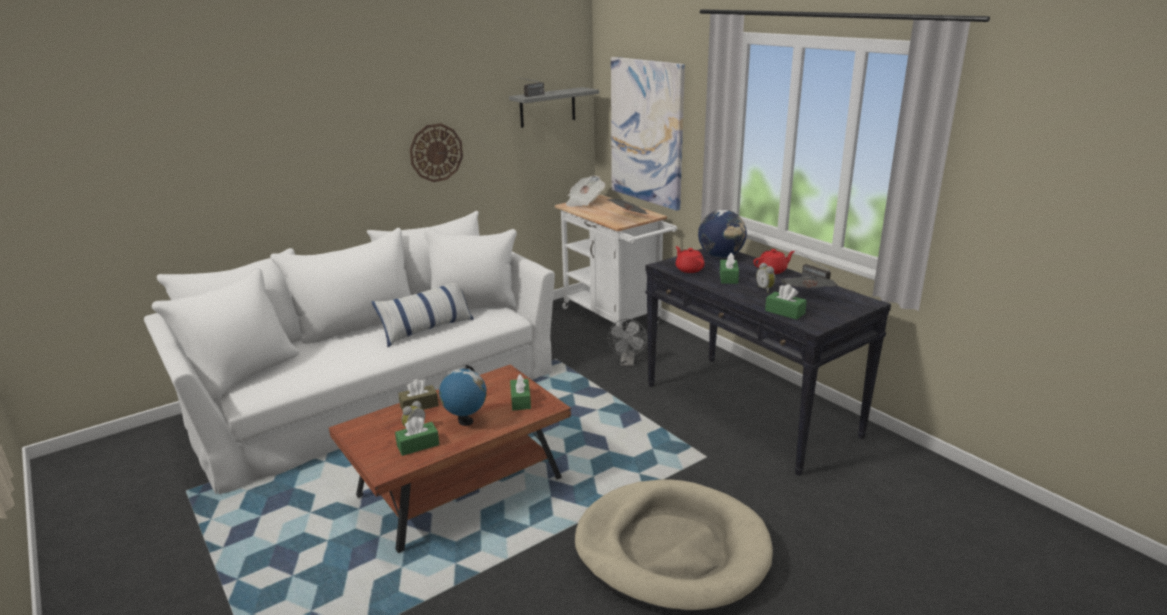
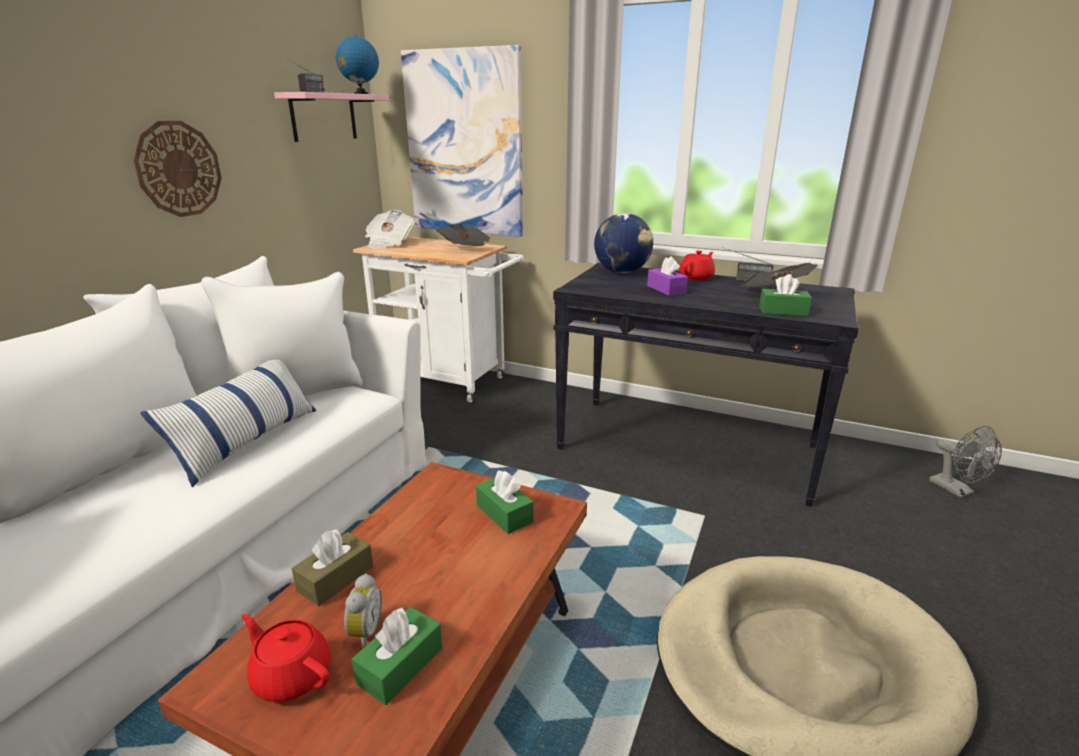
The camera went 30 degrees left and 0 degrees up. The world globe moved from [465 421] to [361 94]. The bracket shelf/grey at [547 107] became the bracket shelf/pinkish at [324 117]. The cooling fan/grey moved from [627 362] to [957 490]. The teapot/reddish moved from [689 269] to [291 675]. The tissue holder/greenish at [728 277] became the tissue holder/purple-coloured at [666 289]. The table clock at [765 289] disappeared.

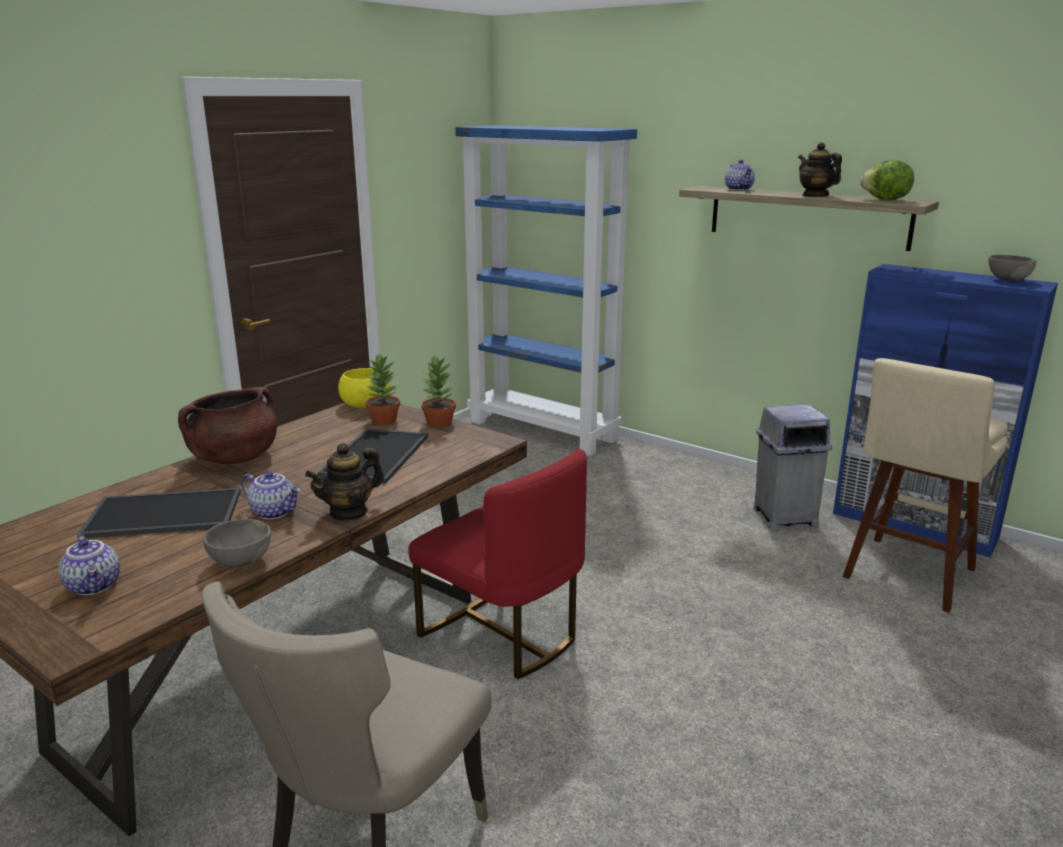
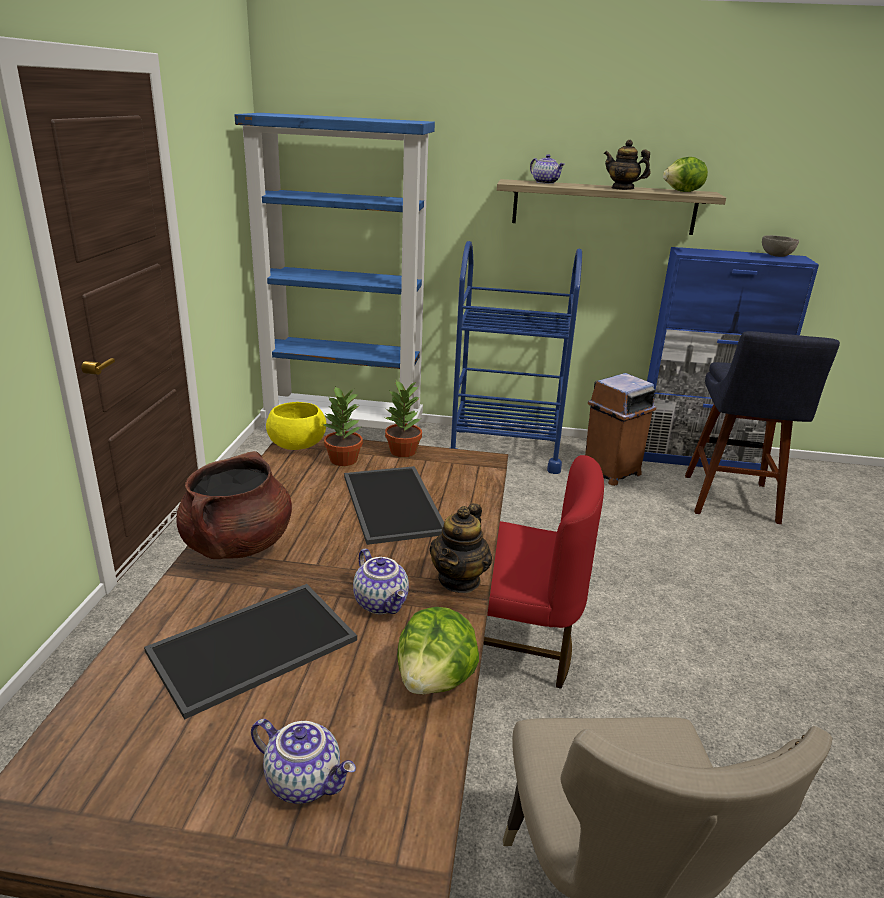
The camera went 30 degrees left and 5 degrees up. The bowl/grey at [242 562] was replaced by the lettuce head at [436 680]. The teapot at [275 512] turned 60 degrees clockwise. The waste bin/grey at [783 517] became the waste bin/brownish at [610 472]. The stool/beige at [906 576] became the stool/blue-coloured at [731 502]. The trolley/blue-coloured at [505 449] appeared.

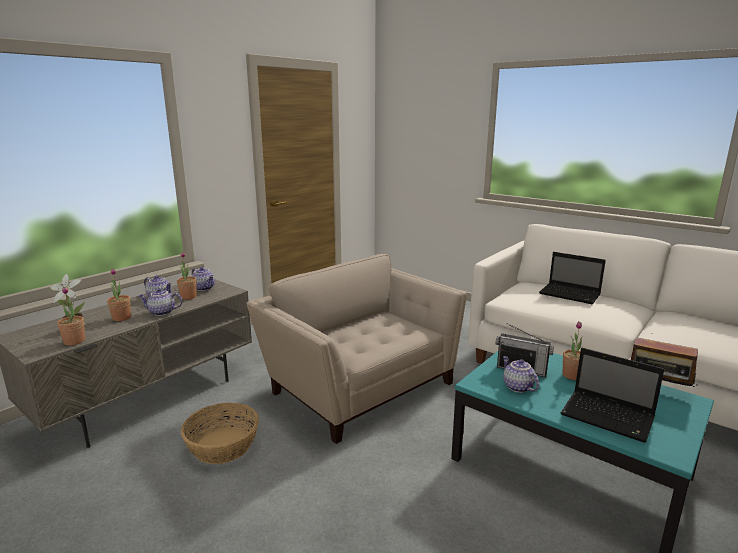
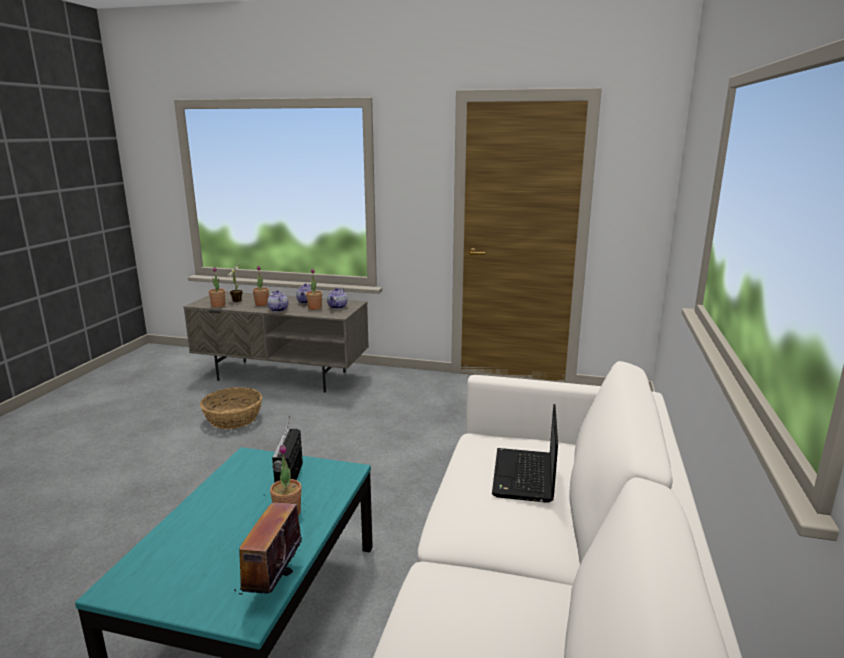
The camera went 65 degrees right and 0 degrees up. The easy chair/beige at [360 385] disappeared. The teapot at [517 387] disappeared. The notebook computer at [609 417] disappeared.

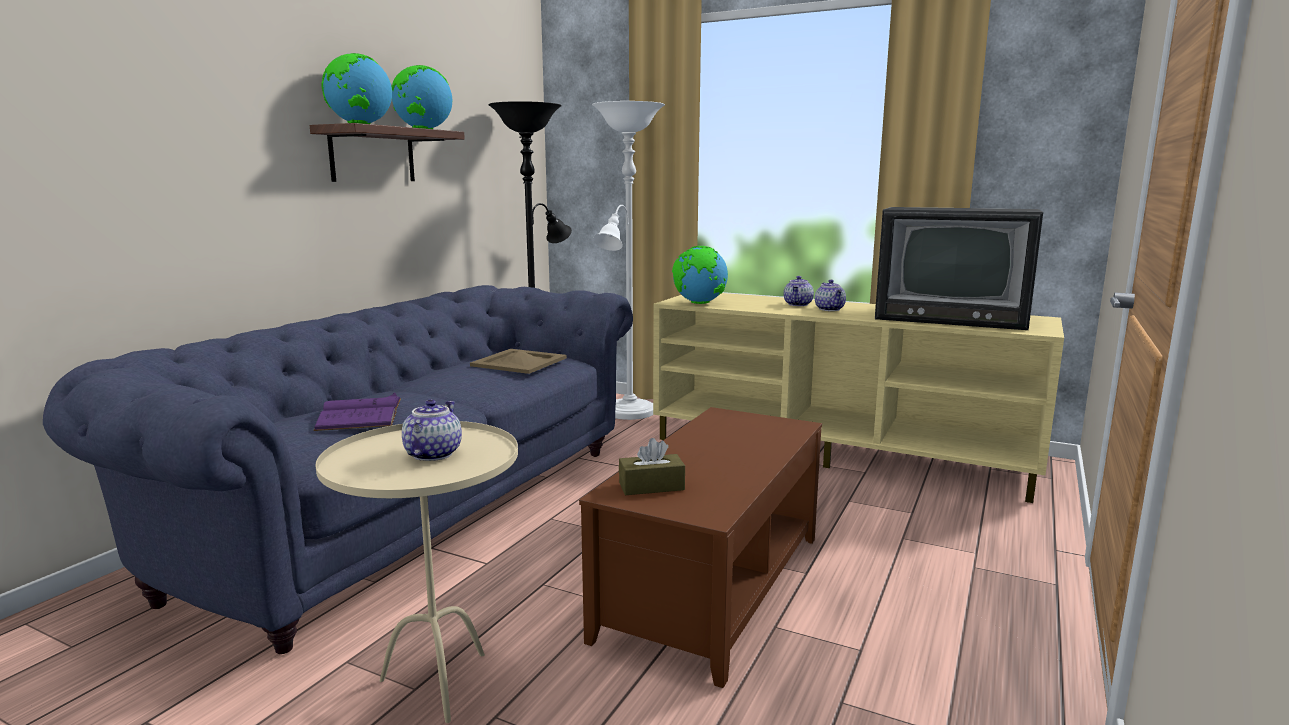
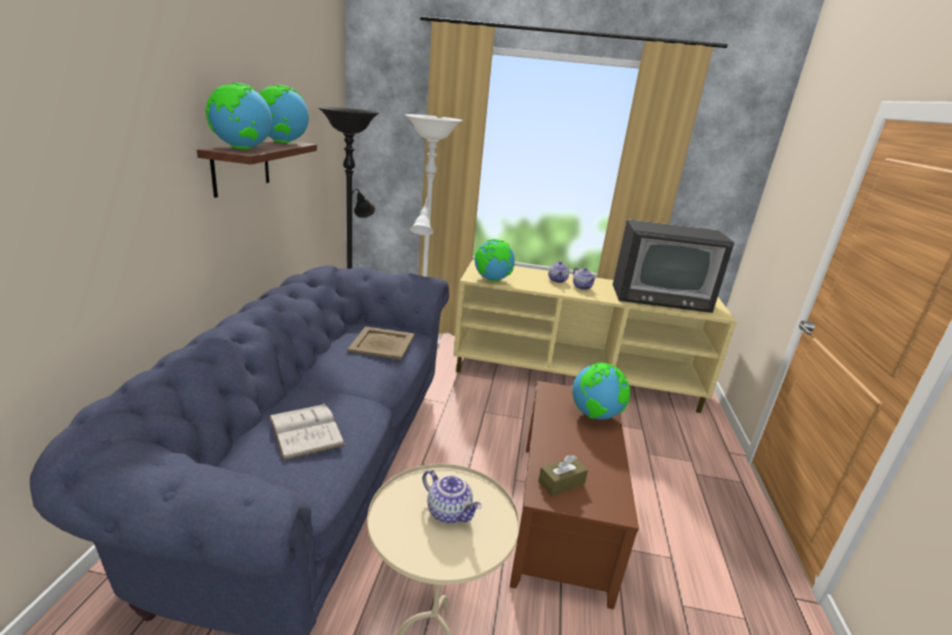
The camera went 20 degrees left and 10 degrees up. The volume/purple-coloured at [360 414] became the volume/whitish at [306 430]. The teapot at [432 454] turned 135 degrees clockwise. The world globe at [595 415] appeared.

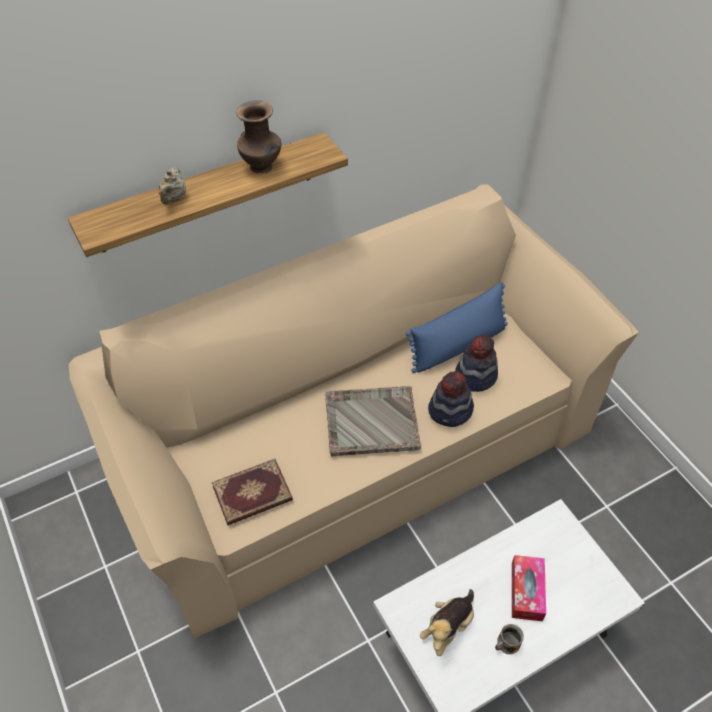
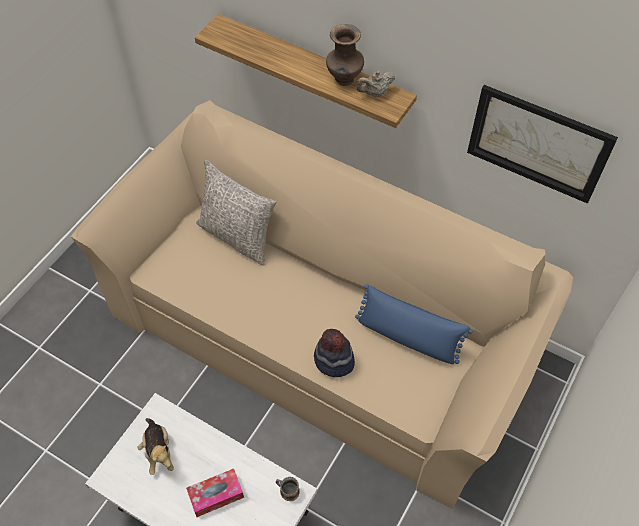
The camera went 60 degrees right and 5 degrees up. The teapot/beige moved from [174 198] to [375 93]. The volume at [253 494] disappeared. The carrying tray/grey at [370 422] disappeared. The soft toy at [448 627] turned 120 degrees counterclockwise. The wearable hat at [475 376] disappeared. The mug moved from [507 644] to [288 491]. The pillow/grey at [237 236] appeared. The picture at [538 143] appeared.

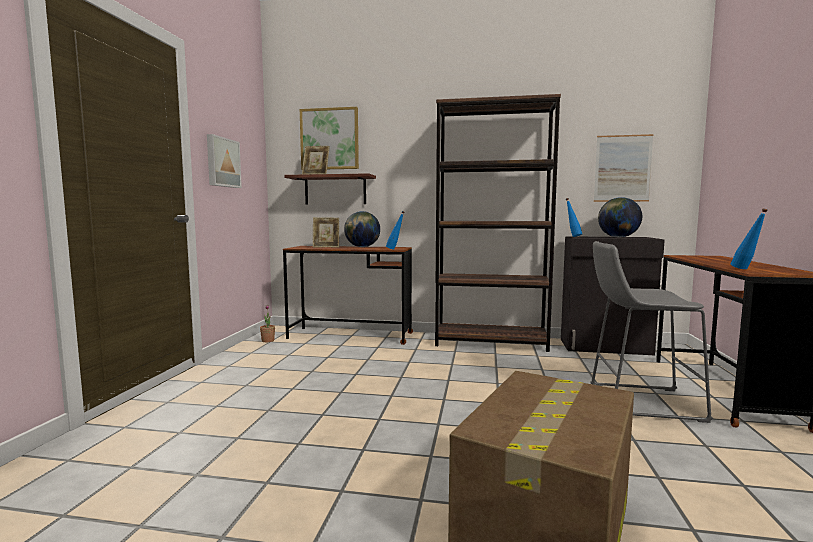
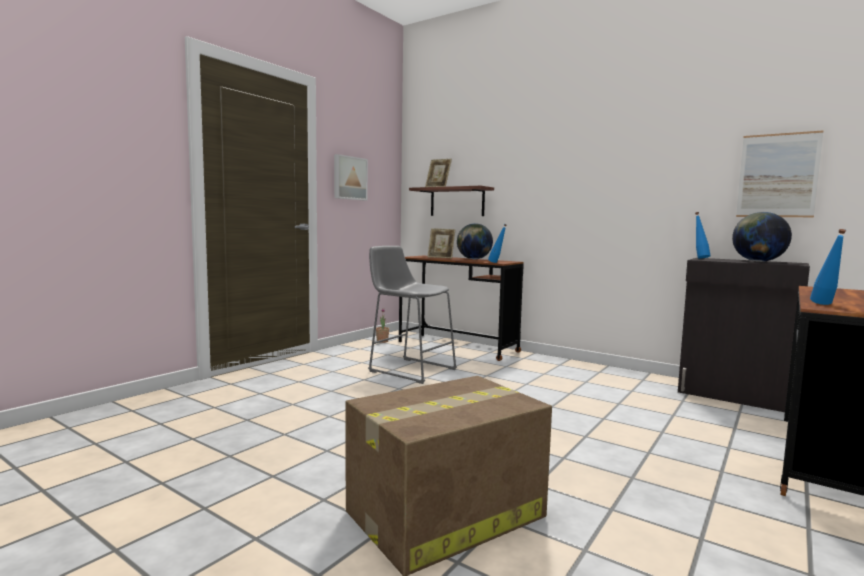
The camera went 25 degrees right and 0 degrees up. The picture at [329 139] disappeared. The shelving unit/brownish at [491 342] disappeared. The stool/grey moved from [637 401] to [409 369].

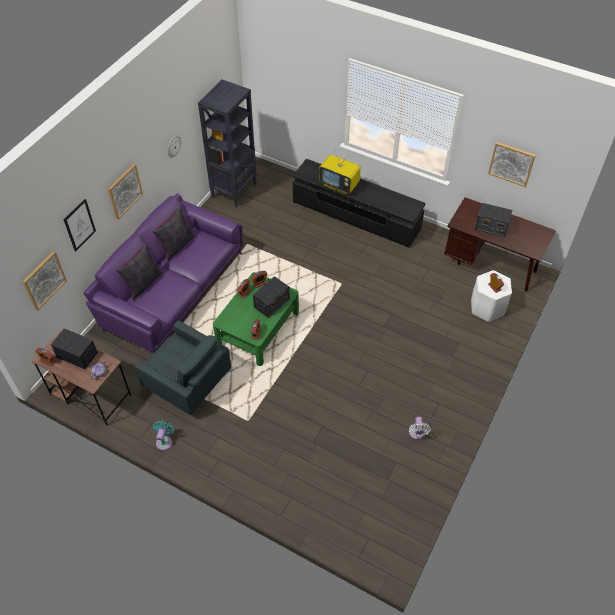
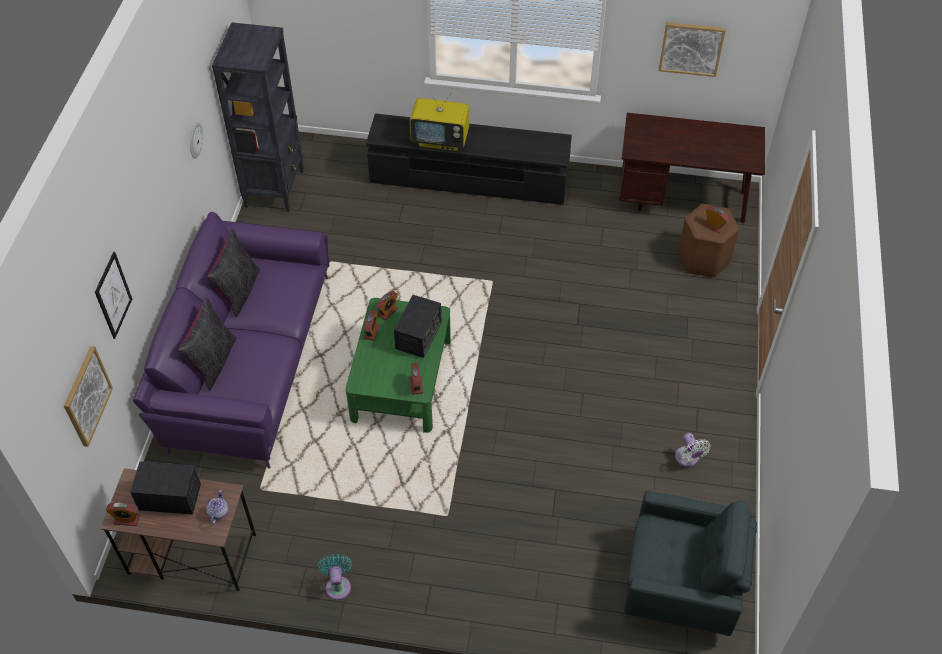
The camera went 20 degrees left and 0 degrees up. The picture at [124 191] disappeared. The easy chair/grey moved from [188 383] to [681 585]. The stool/whitish at [487 307] became the stool/brownish at [703 259]. The radio set at [491 226] disappeared.

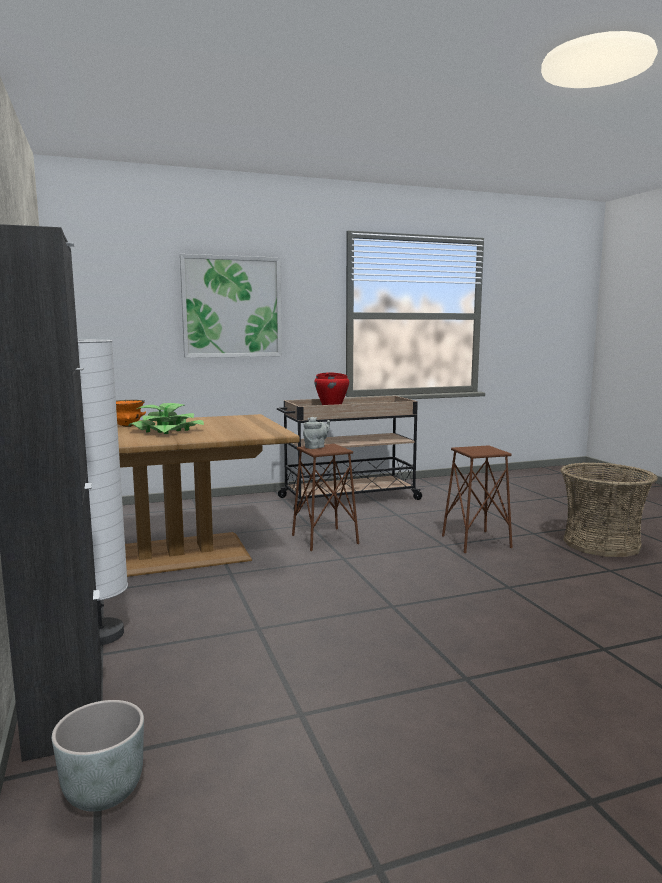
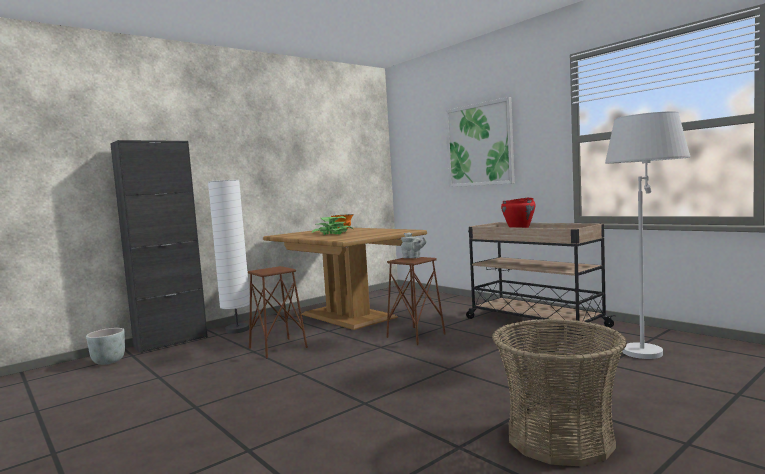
The camera went 70 degrees right and 5 degrees down. The stool/brownish moved from [475 542] to [278 348]. The floor lamp/whitish at [648 347] appeared.

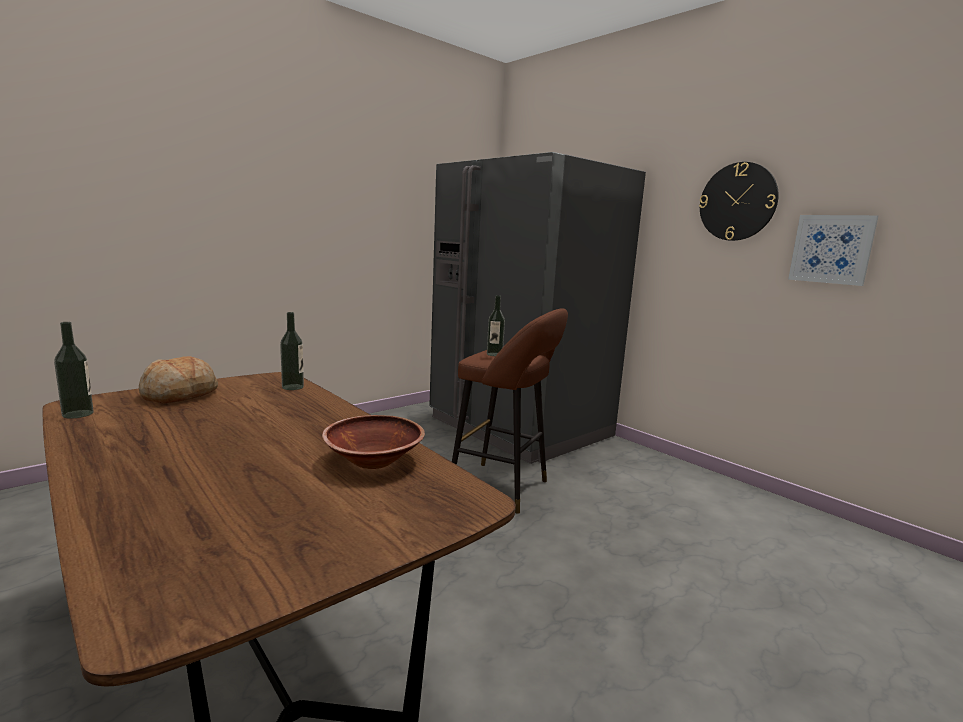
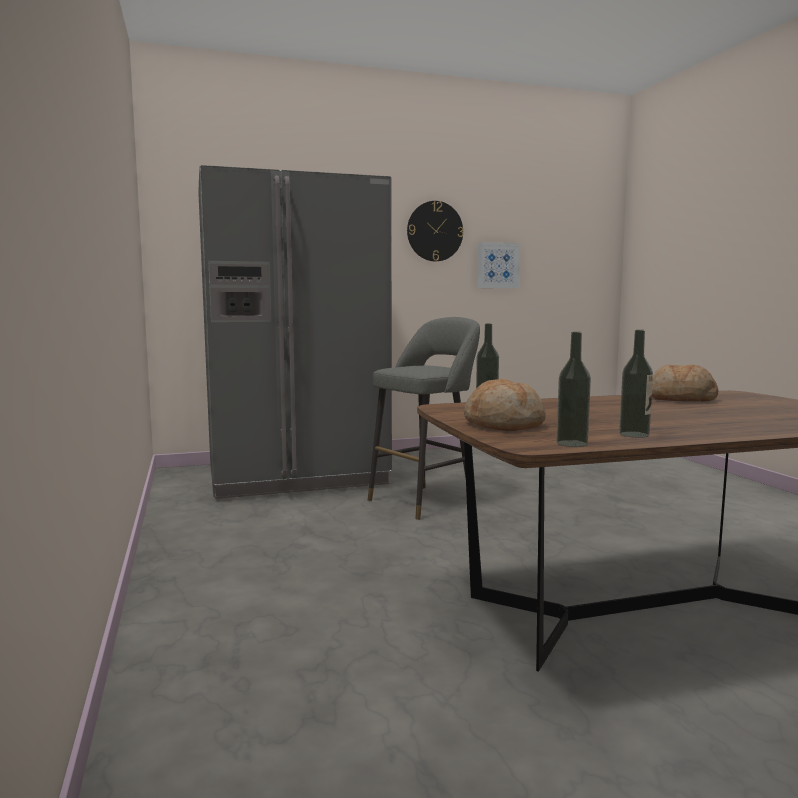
The camera went 65 degrees left and 5 degrees down. The bowl/brownish at [374 460] was replaced by the bakery bread at [680 399]. The stool/brownish at [504 488] became the stool/grey at [425 501]. The drink bottle moved from [494 354] to [634 434].

